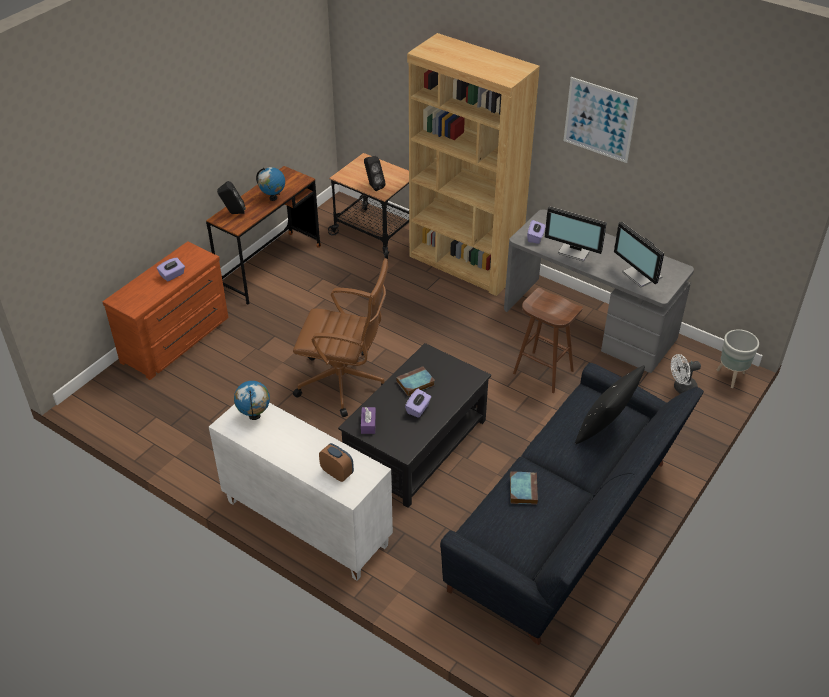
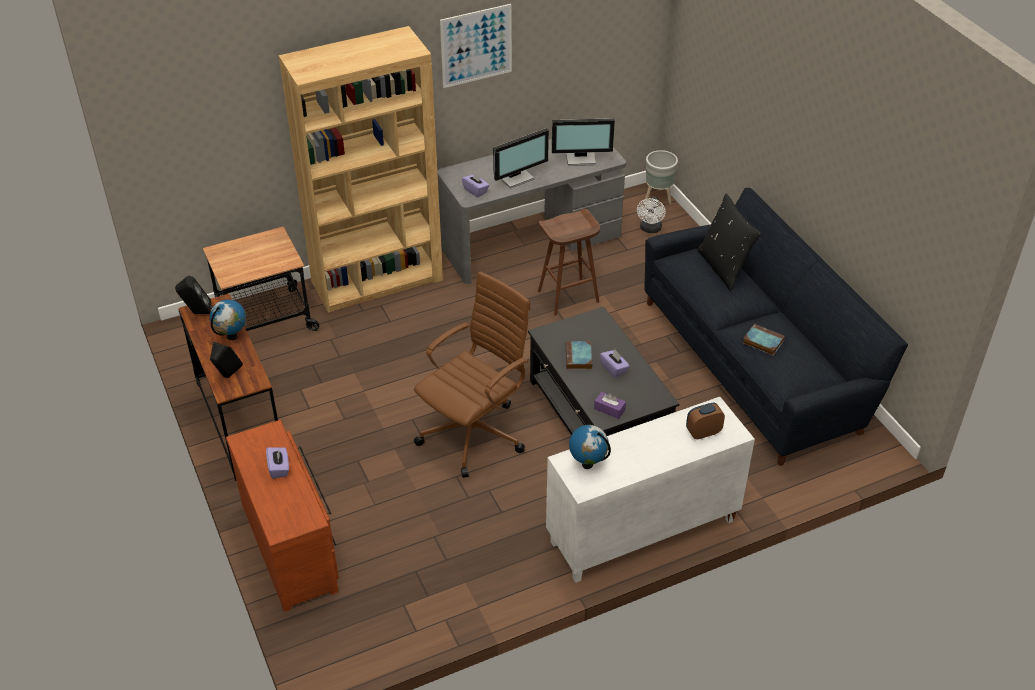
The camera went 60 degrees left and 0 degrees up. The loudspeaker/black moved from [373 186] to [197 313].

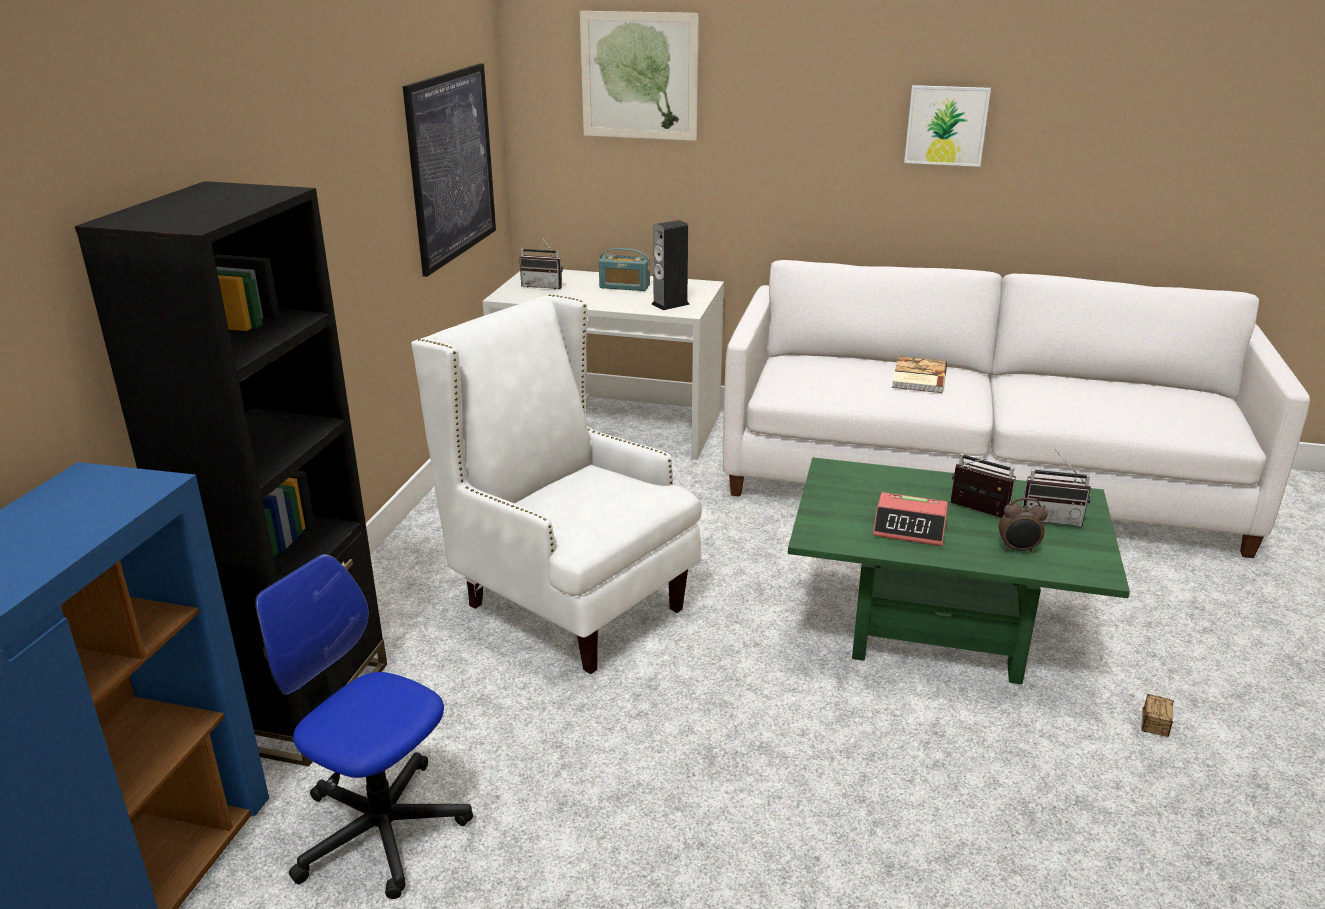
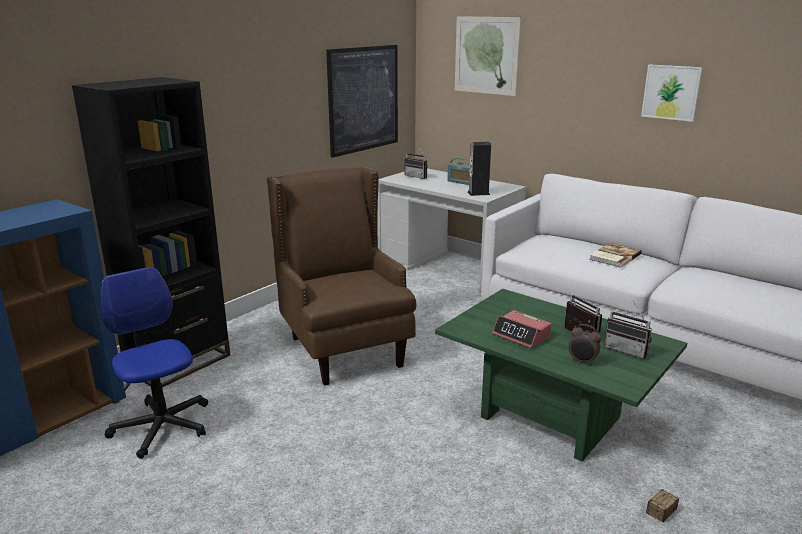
The camera went 25 degrees right and 5 degrees down. The easy chair/whitish at [572 606] became the easy chair/brownish at [344 350].

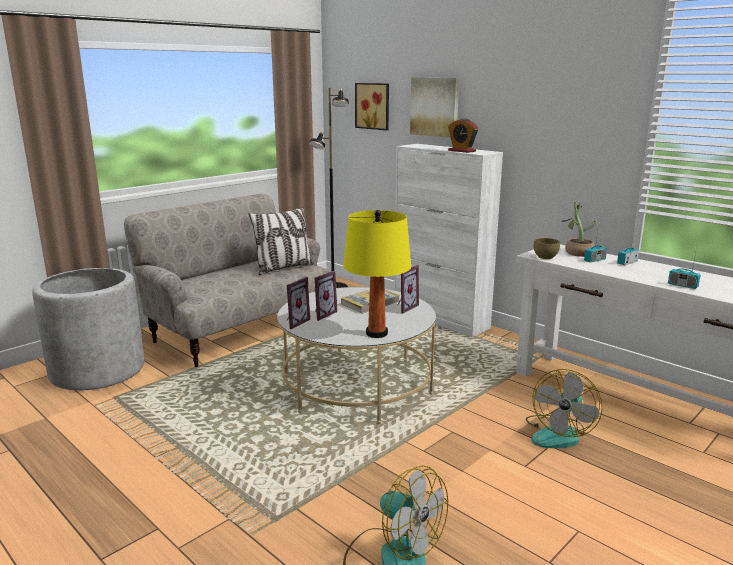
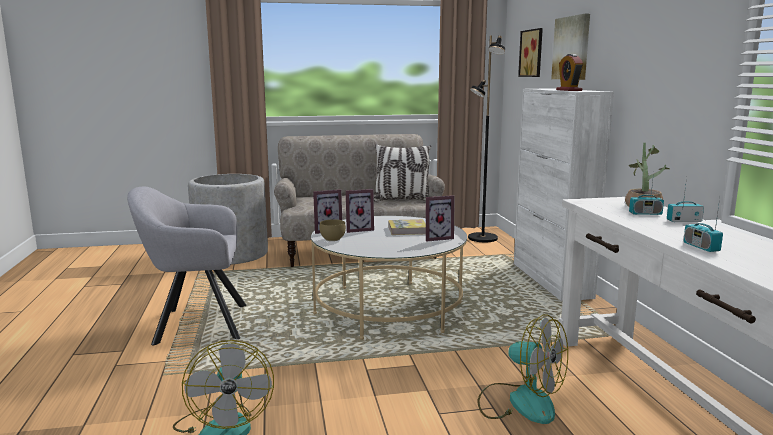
The camera went 35 degrees right and 5 degrees down. The lamp for a table/yellowish at [376 333] disappeared. The cooling fan at [559 434] turned 120 degrees counterclockwise. The bowl/brownish moved from [545 257] to [331 239]. The easy chair/grey at [195 323] appeared.

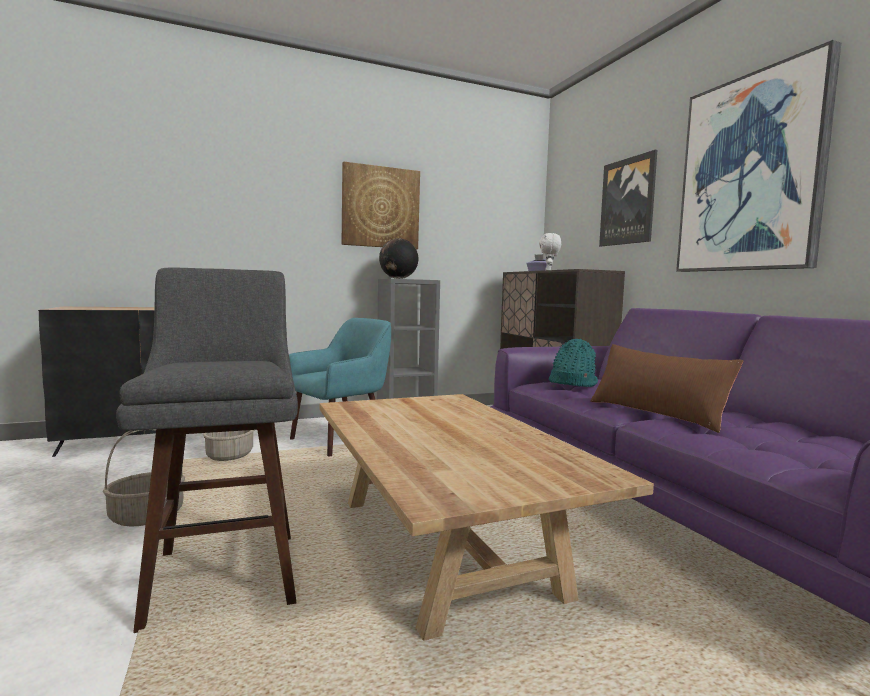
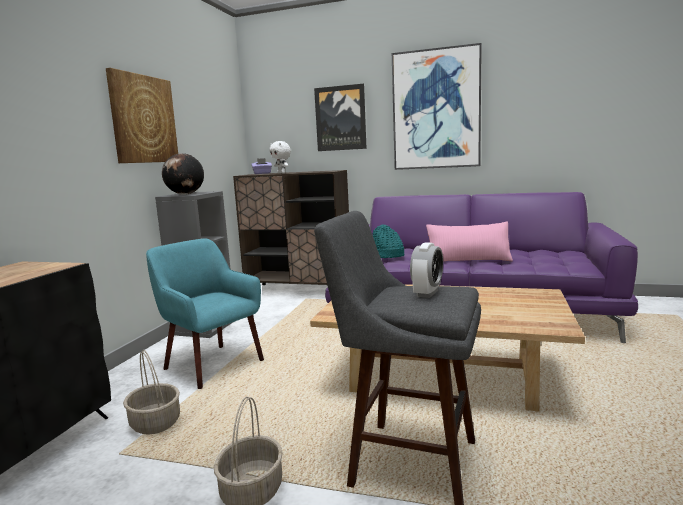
The camera went 50 degrees left and 5 degrees up. The easy chair/blue-green at [340 440] turned 45 degrees counterclockwise. The pillow/brownish at [656 413] became the pillow/pinkish at [468 260]. The table clock at [427 293] appeared.

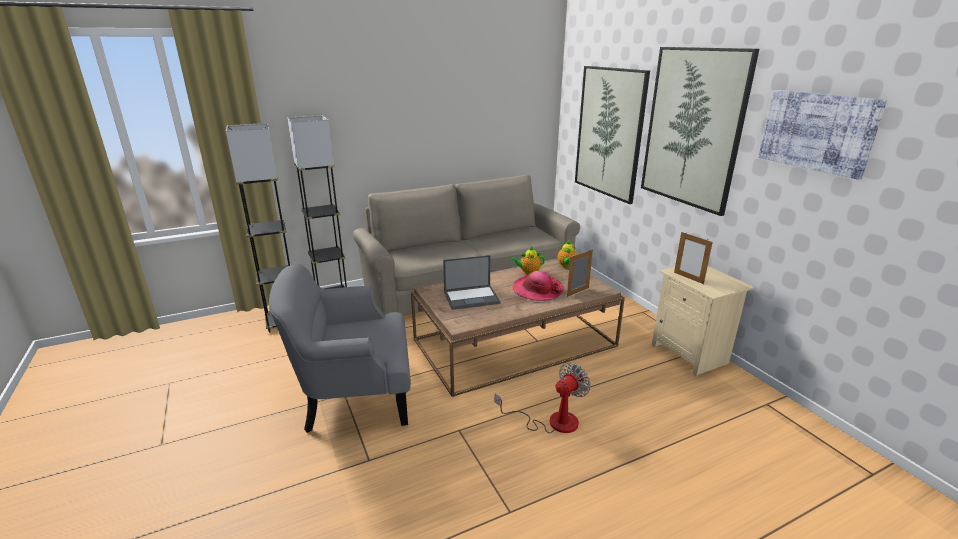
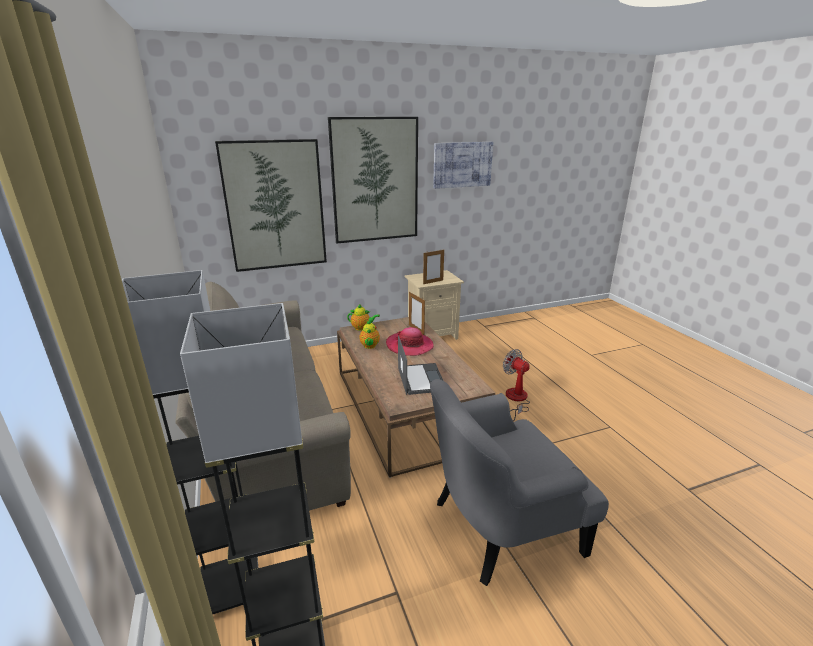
The camera went 85 degrees left and 0 degrees up. The easy chair/grey at [354 396] turned 75 degrees clockwise.

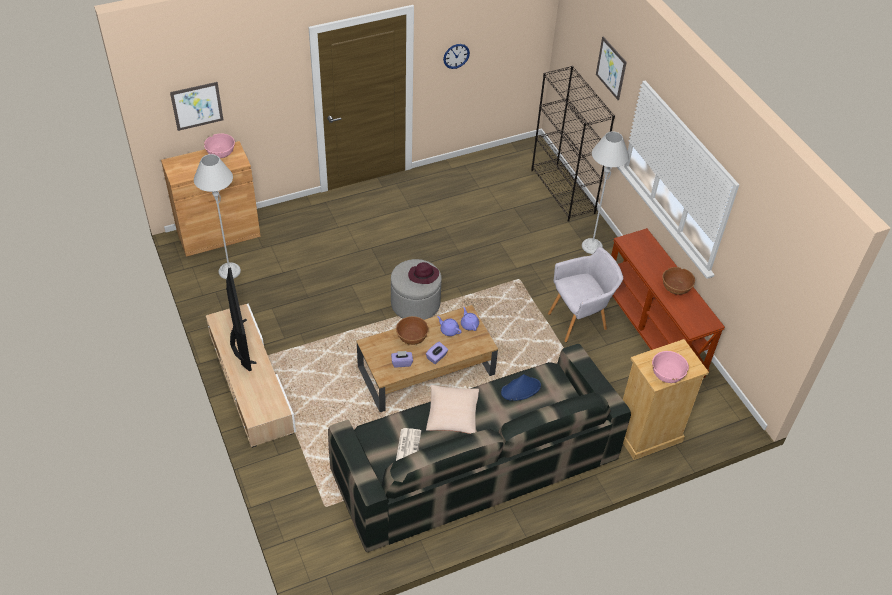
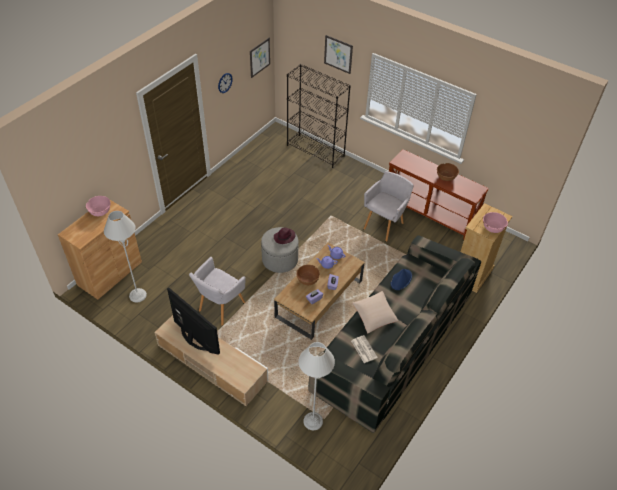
The camera went 30 degrees left and 0 degrees up. The picture moved from [197 106] to [259 57]. The floor lamp/grey moved from [592 246] to [313 421]. The easy chair/grey at [220 307] appeared.

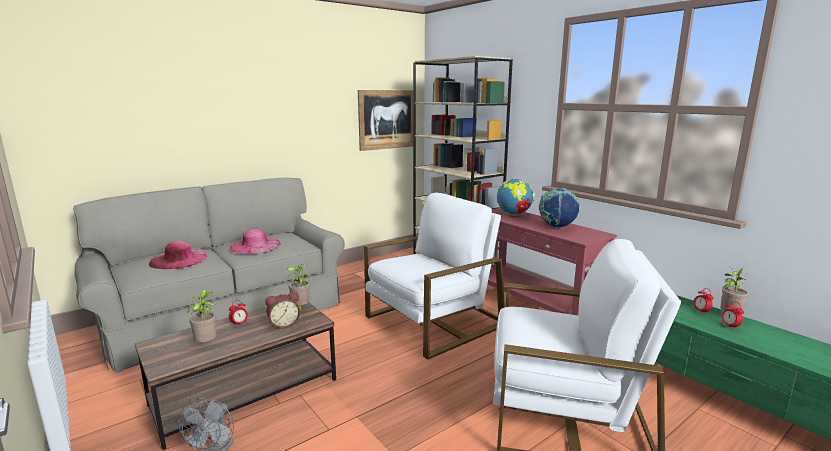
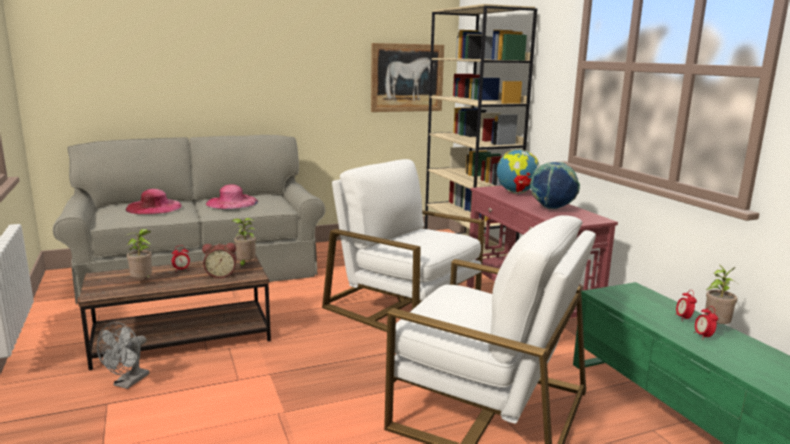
The camera went 15 degrees right and 0 degrees up. The easy chair/whitish at [433 321] turned 120 degrees counterclockwise.

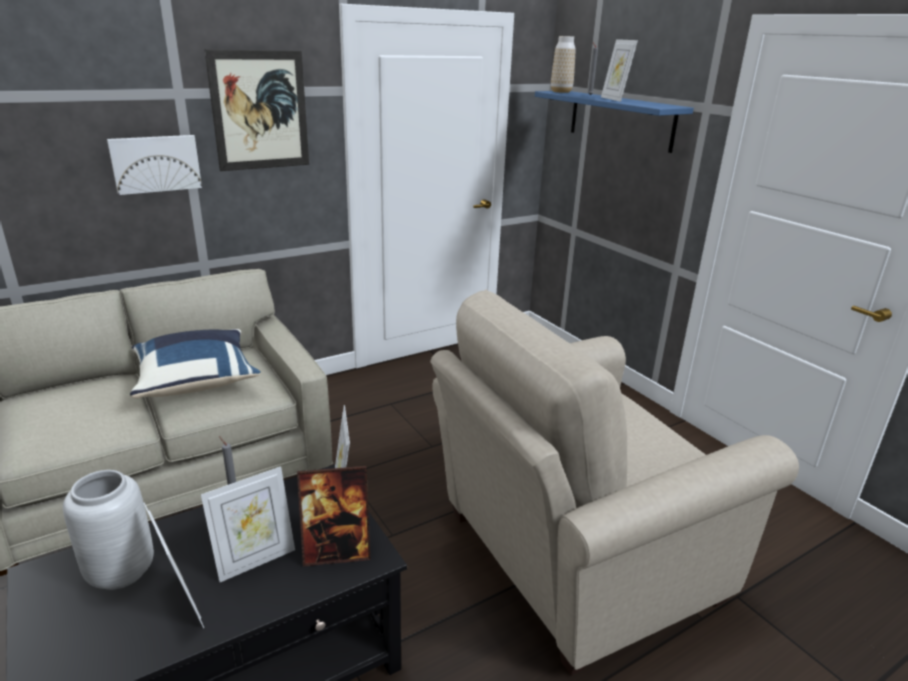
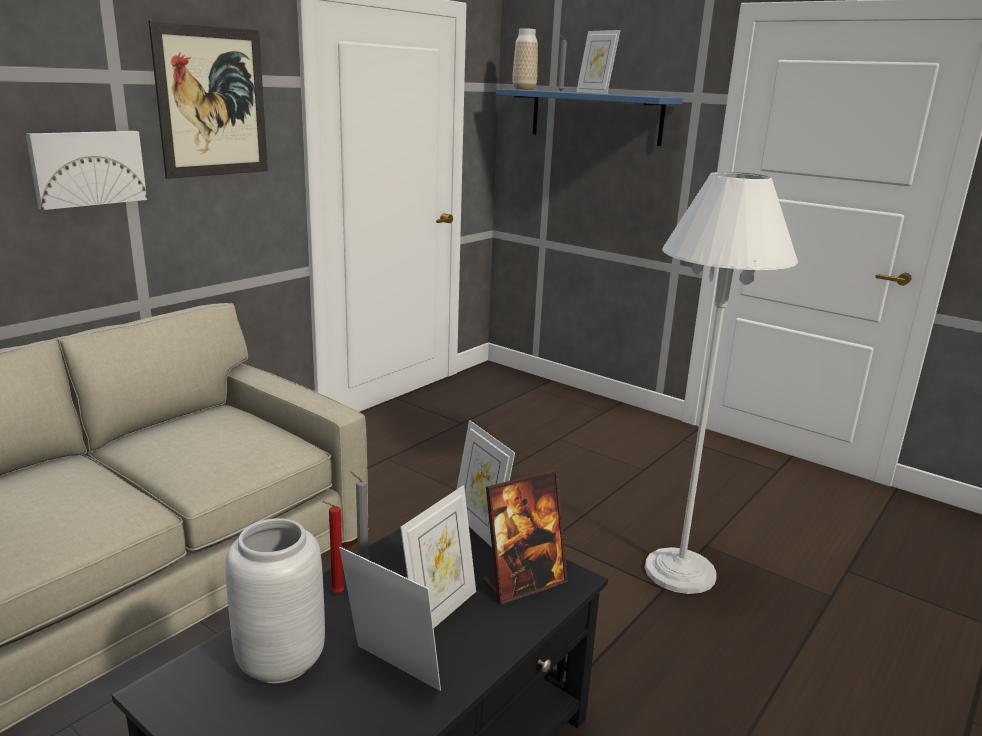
The camera went 20 degrees left and 5 degrees down. The pillow/blue-coloured at [196 381] disappeared. The easy chair/beige at [569 558] was replaced by the floor lamp/whitish at [679 571]. The wax light/reddish at [335 593] appeared.

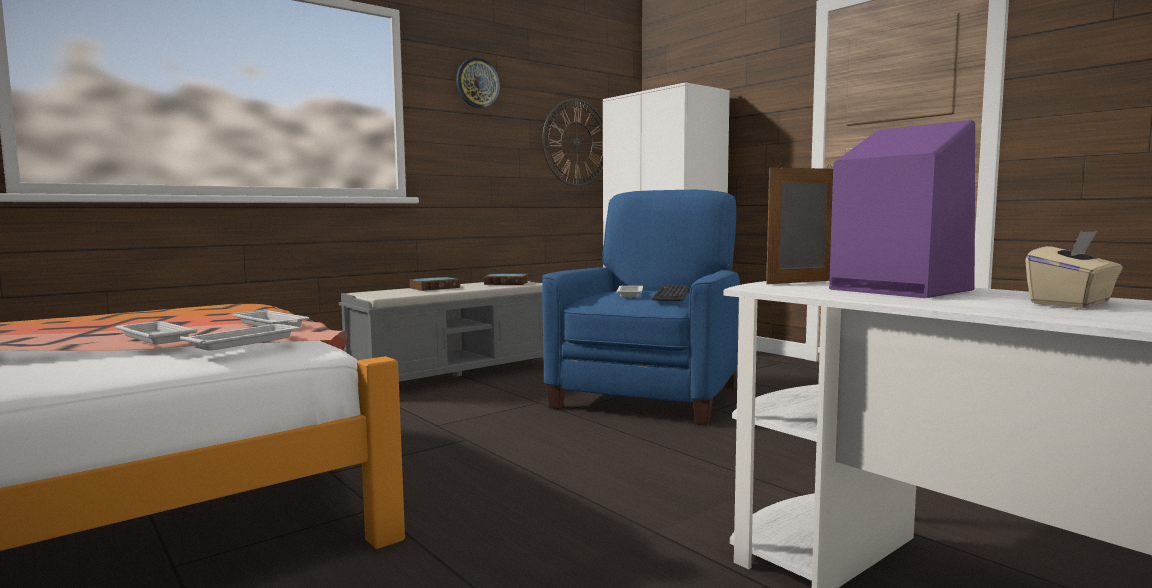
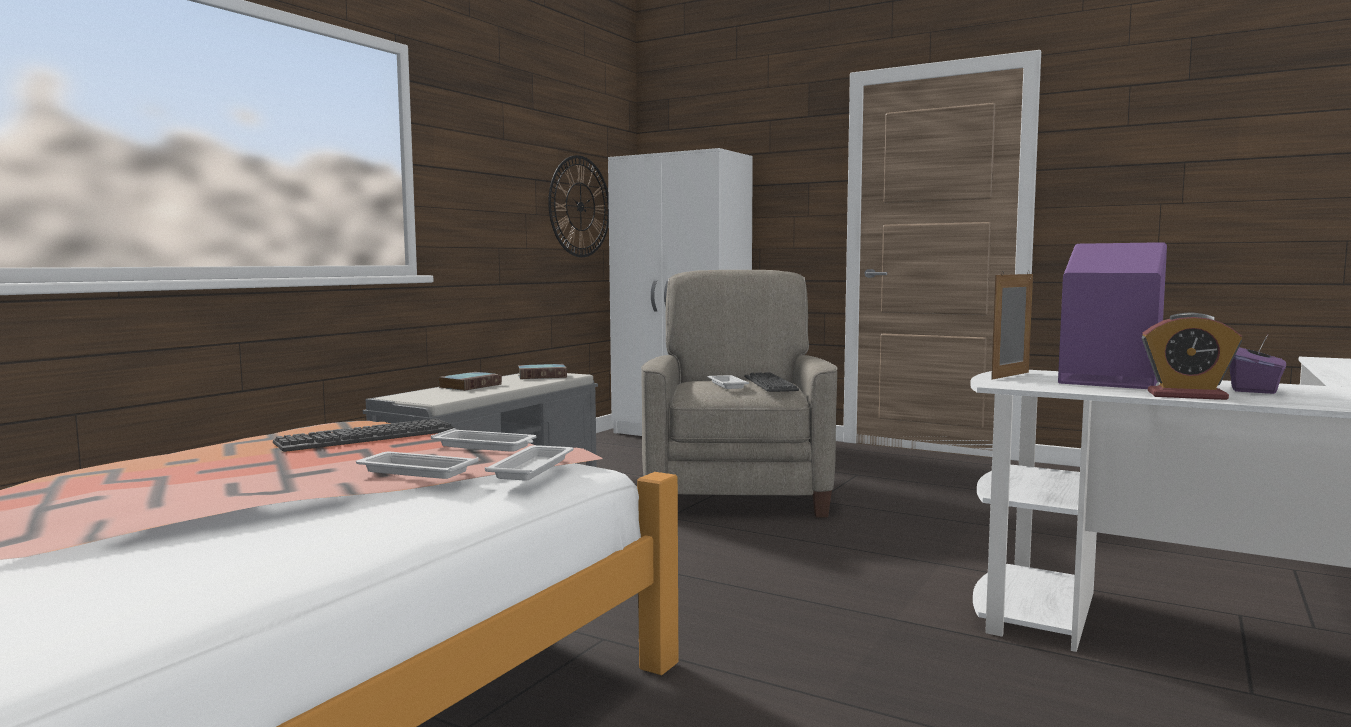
The camera went 20 degrees left and 0 degrees up. The clock on the wall at [477 83] disappeared. The easy chair/blue-coloured at [648 396] became the easy chair/beige at [736 493]. The tissue holder/beige at [1072 303] became the tissue holder/purple-coloured at [1254 390]. The computer keyboard at [367 437] appeared. The table clock at [1186 396] appeared.

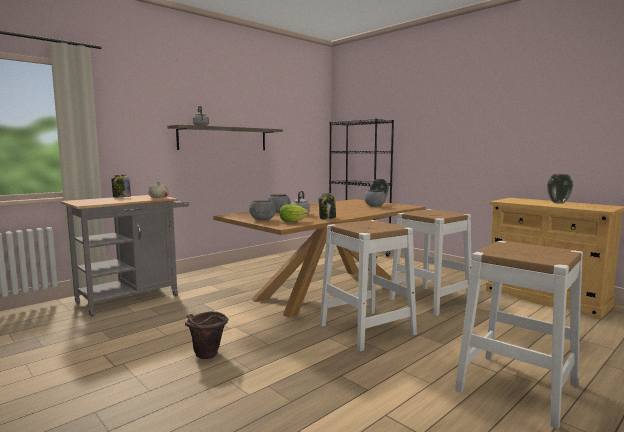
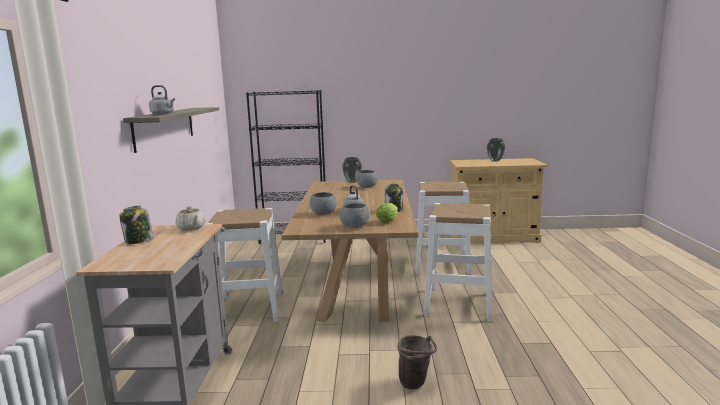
The camera went 45 degrees left and 5 degrees up. The stool/whitish moved from [517 387] to [249 308].

